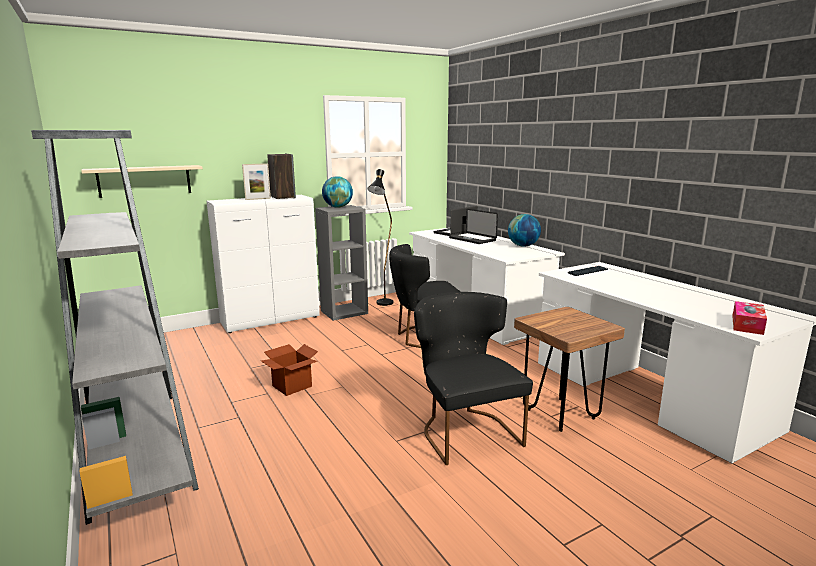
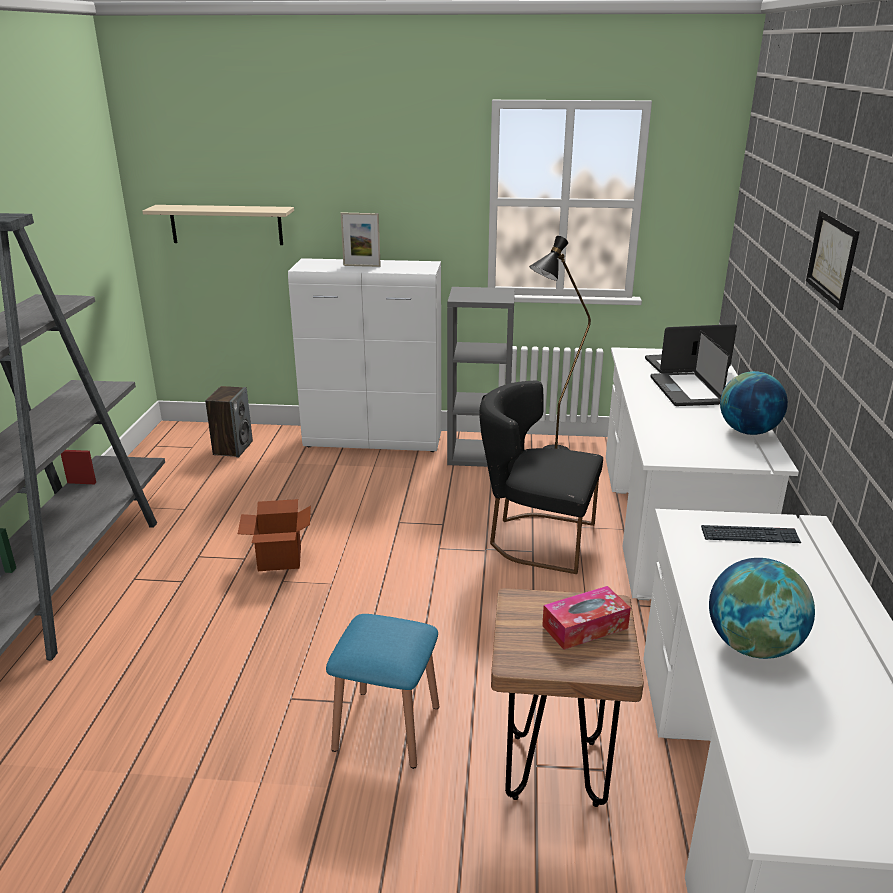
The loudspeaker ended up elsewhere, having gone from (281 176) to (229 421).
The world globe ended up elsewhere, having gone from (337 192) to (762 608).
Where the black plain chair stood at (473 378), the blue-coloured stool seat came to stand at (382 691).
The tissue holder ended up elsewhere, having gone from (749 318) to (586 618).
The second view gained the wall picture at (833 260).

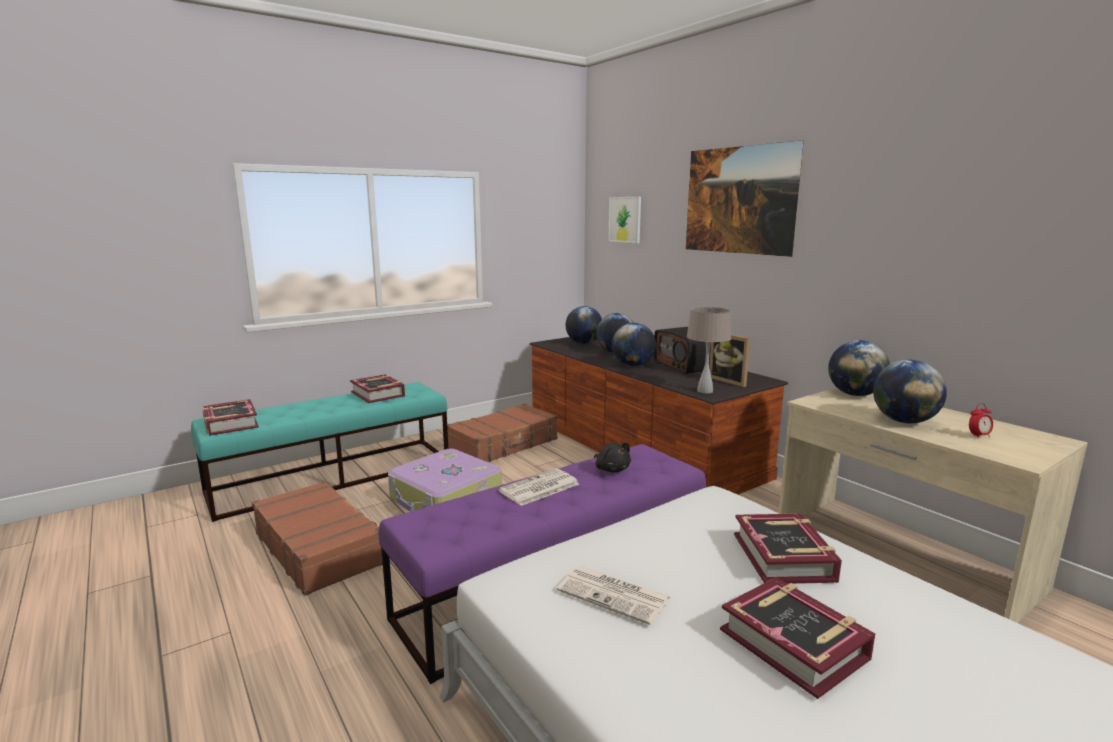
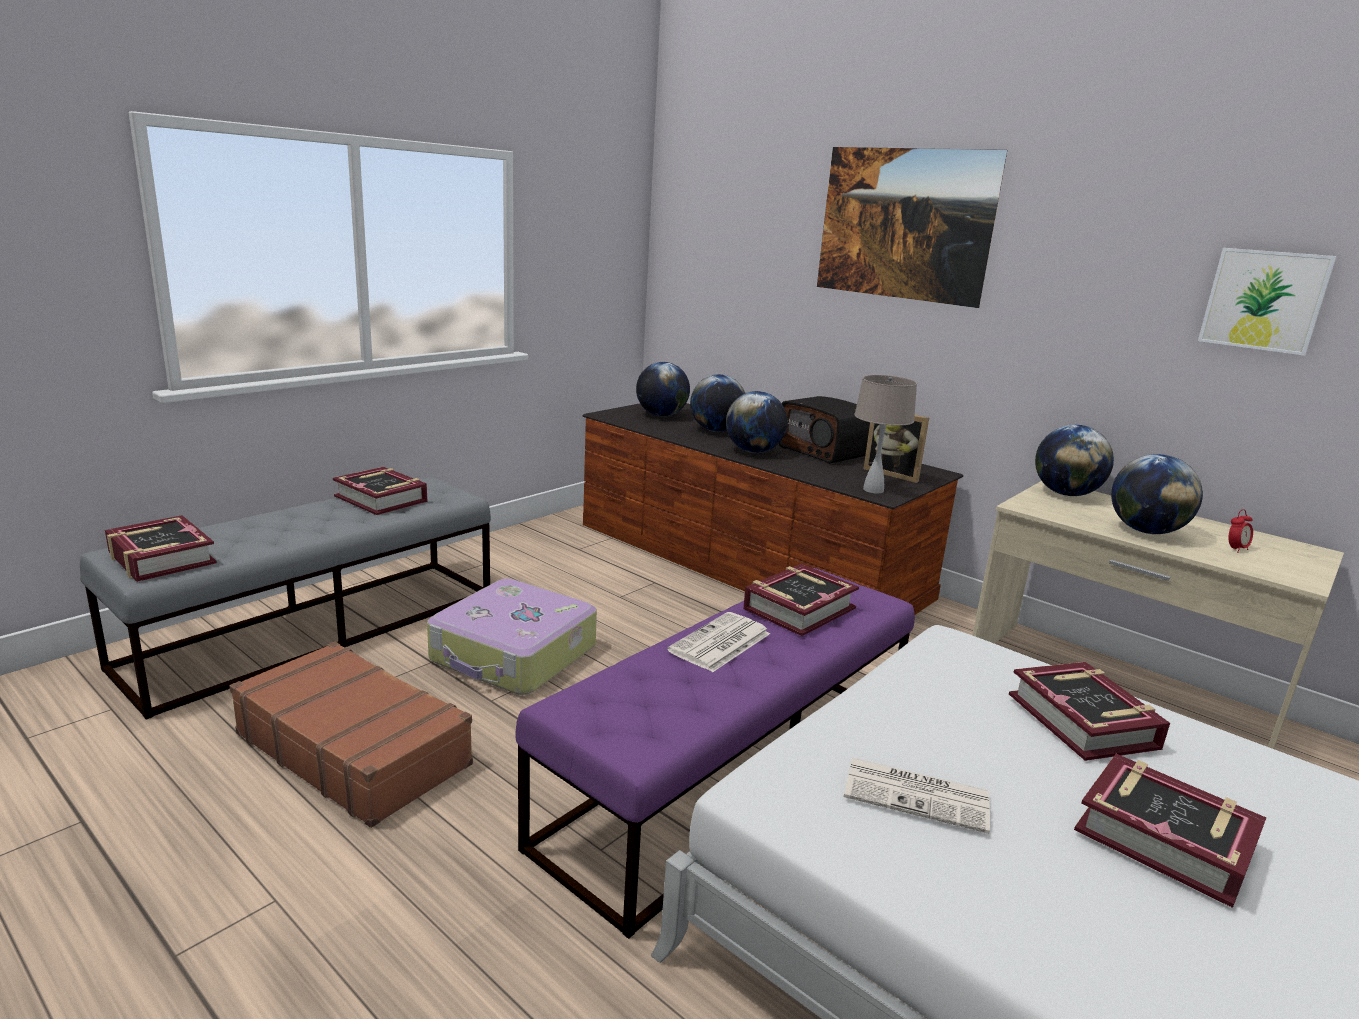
What was the blue-green indoor bench at (319 452) turned into the greyish indoor bench at (285 598).
The second view lost the brown travel case at (502 433).
Where the black cuddly toy stood at (612 457), the volume came to stand at (801 600).
The wall picture ended up elsewhere, having gone from (624 220) to (1267 302).

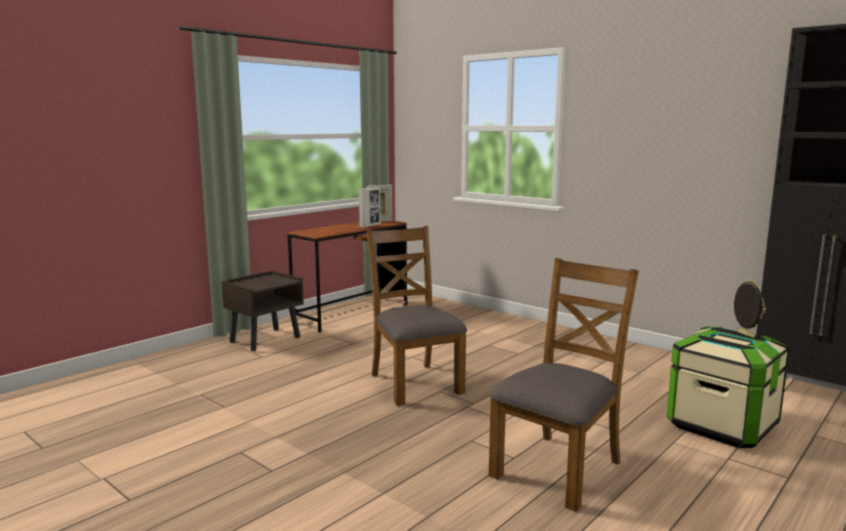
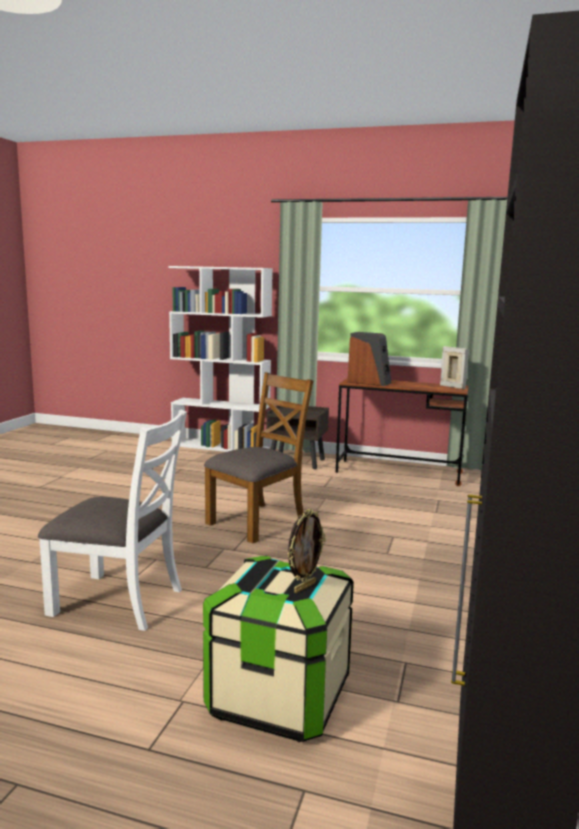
The second view lost the standing frame at (370 207).
What was the brown plain chair at (564 385) turned into the whitish plain chair at (112 520).
The second view gained the whitish bookcase at (220 359).
The second view gained the loudspeaker at (370 359).

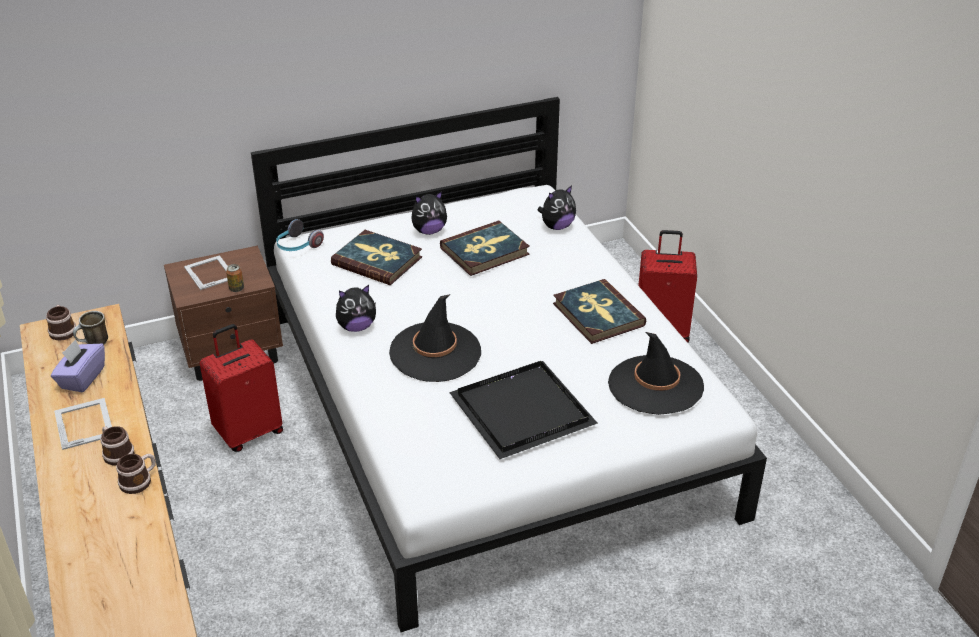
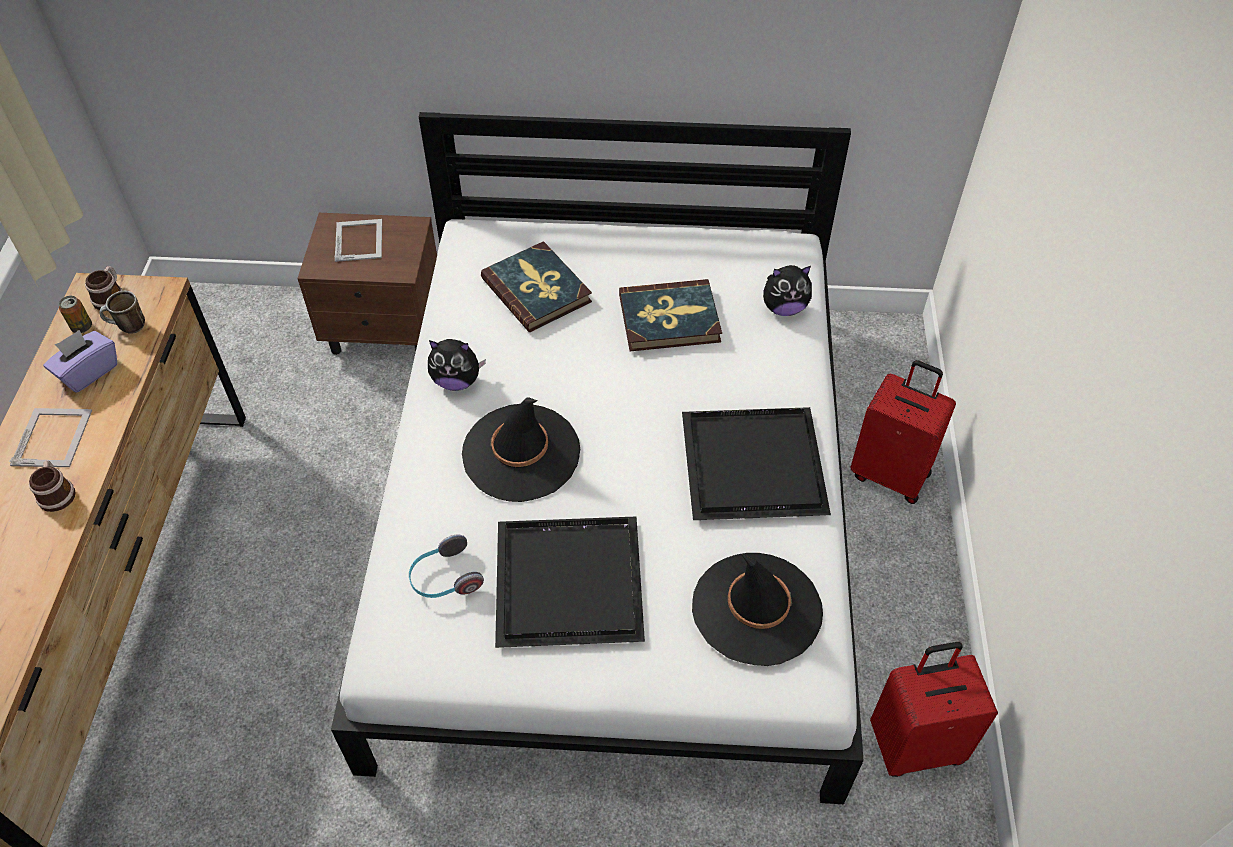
The second view lost the mug at (136 474).
The reddish travel case ended up elsewhere, having gone from (241 388) to (934 709).
The metal can ended up elsewhere, having gone from (235 278) to (75 314).
The pair of headphones ended up elsewhere, having gone from (300 235) to (446 566).
The second view lost the cuddly toy at (429 213).
Where the volume stood at (599 311), the black tray came to stand at (756 463).

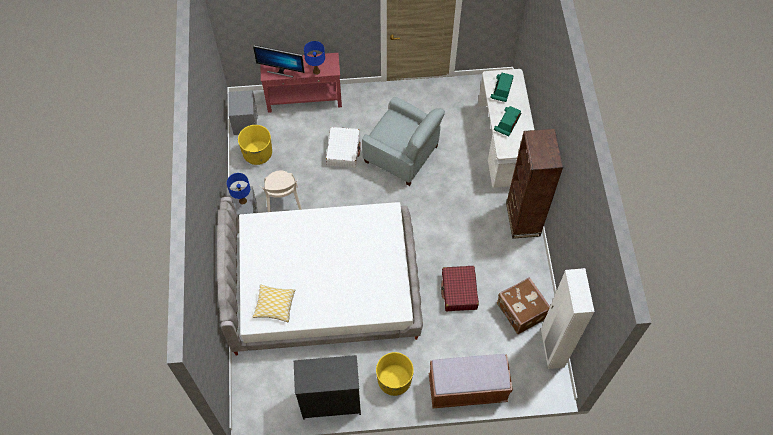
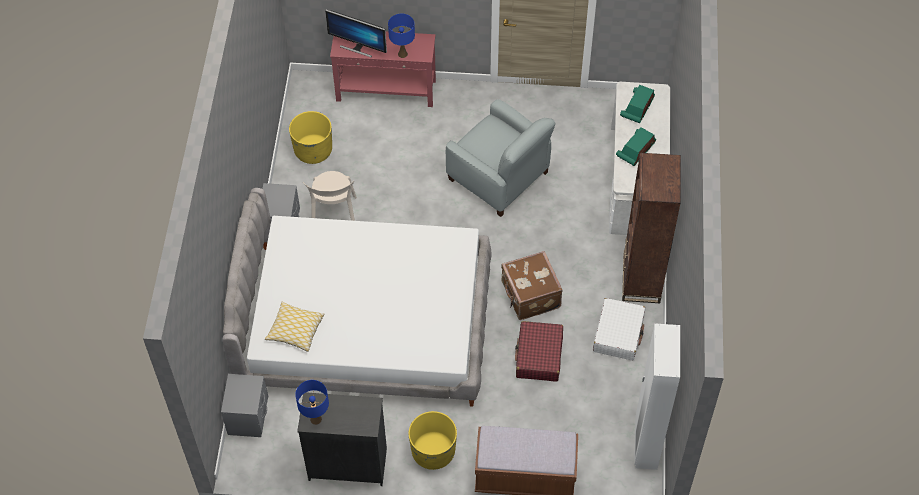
The blue-coloured lamp for a table ended up elsewhere, having gone from (238 188) to (312 402).
The greyish nightstand ended up elsewhere, having gone from (243 112) to (244 405).
The whitish travel case ended up elsewhere, having gone from (343 147) to (619 329).
The brown travel case ended up elsewhere, having gone from (523 305) to (532 285).

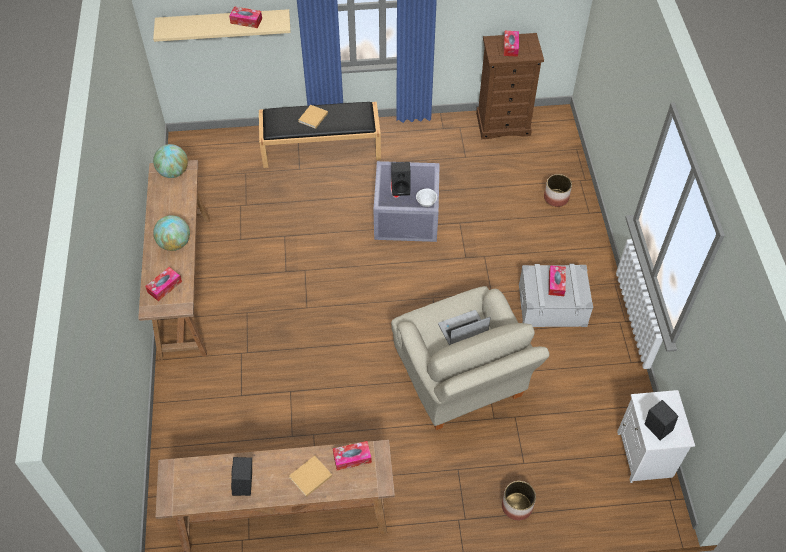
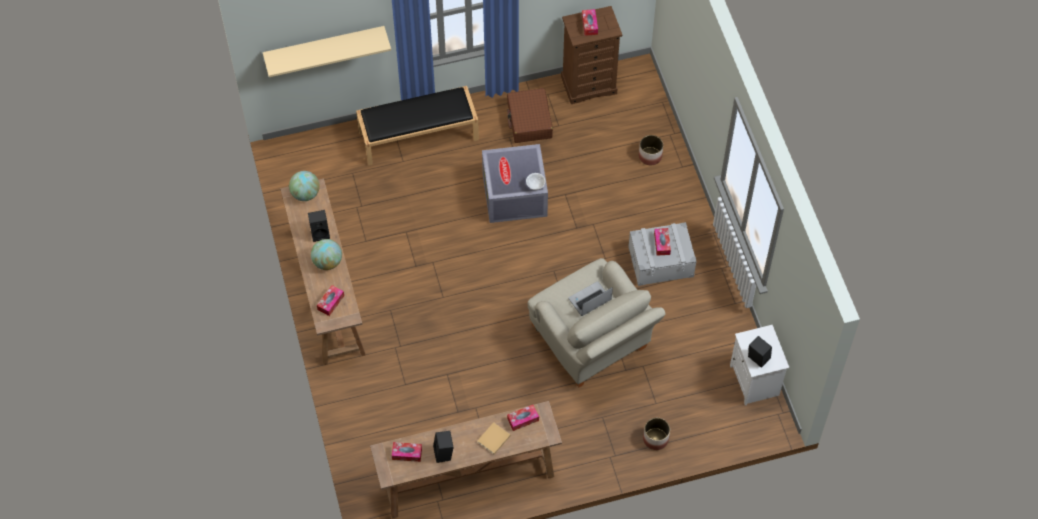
The tissue holder ended up elsewhere, having gone from (245 17) to (407 452).
The second view lost the beige-coloured volume at (313 117).
The black loudspeaker ended up elsewhere, having gone from (401 179) to (319 226).
The second view gained the brown travel case at (530 115).

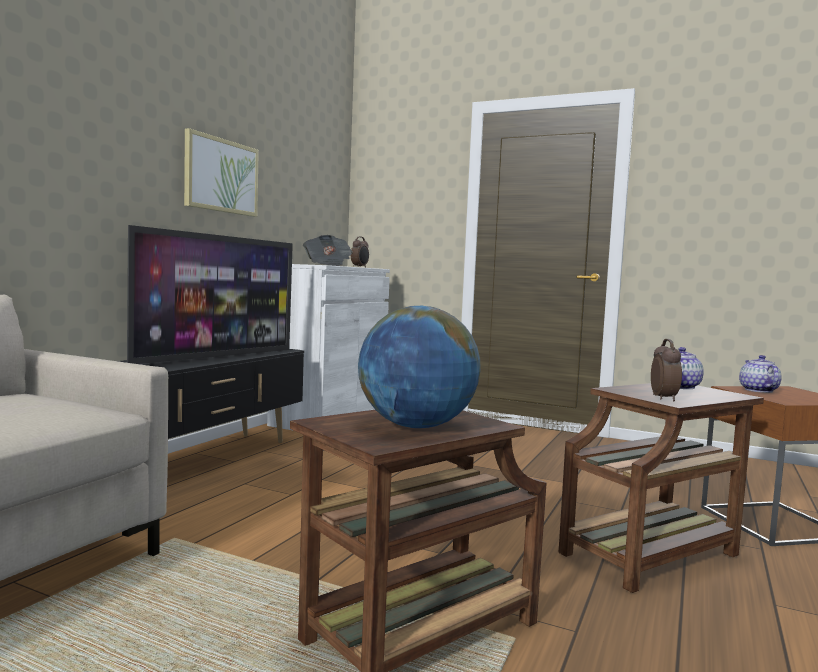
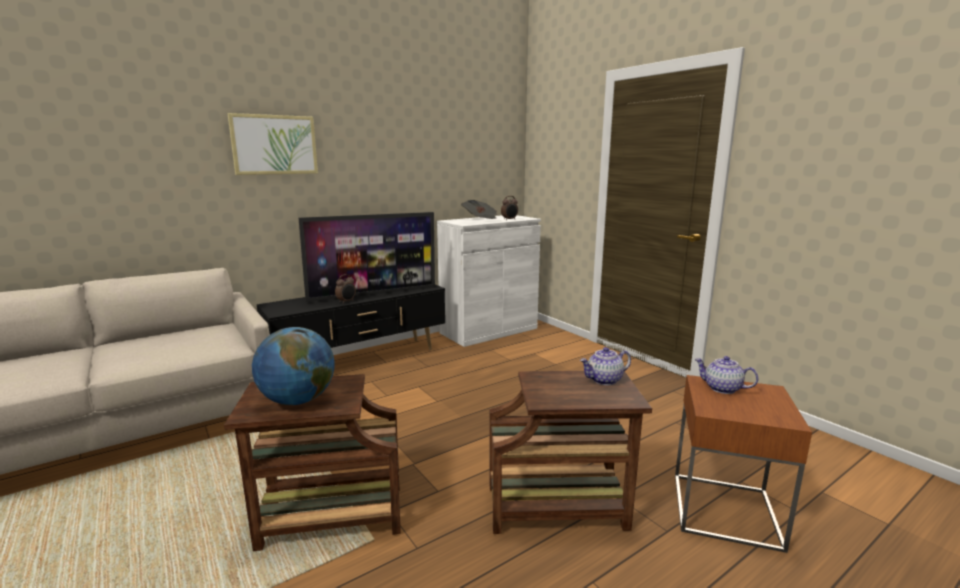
The wall picture ended up elsewhere, having gone from (221 172) to (272 144).
The table clock ended up elsewhere, having gone from (666 370) to (345 288).
The pot for tea at (760 374) ended up facing another way, 90 degrees counterclockwise from before.

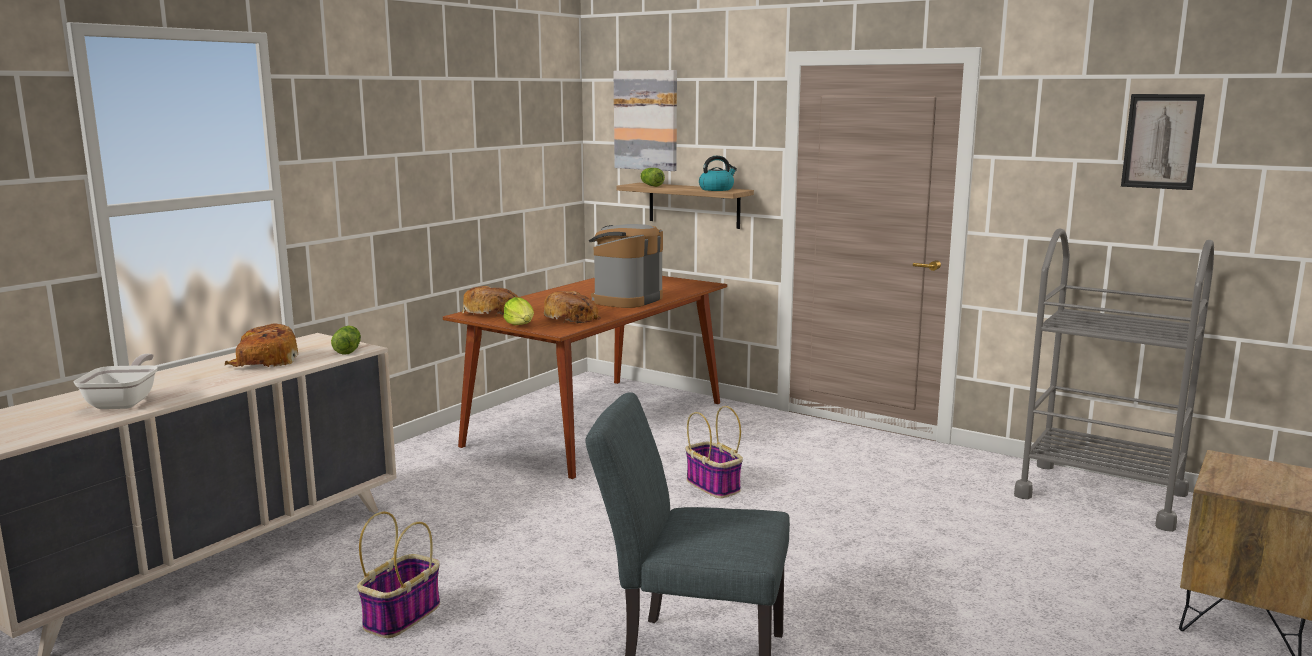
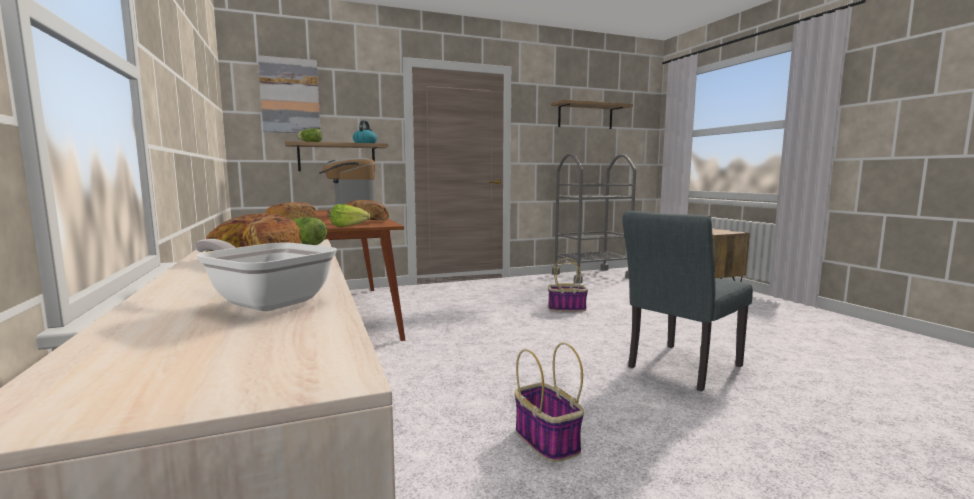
The household basket ended up elsewhere, having gone from (714 452) to (568 285).
Where the wall picture hung at (1163 142), the wall shelf came to hang at (592 114).

